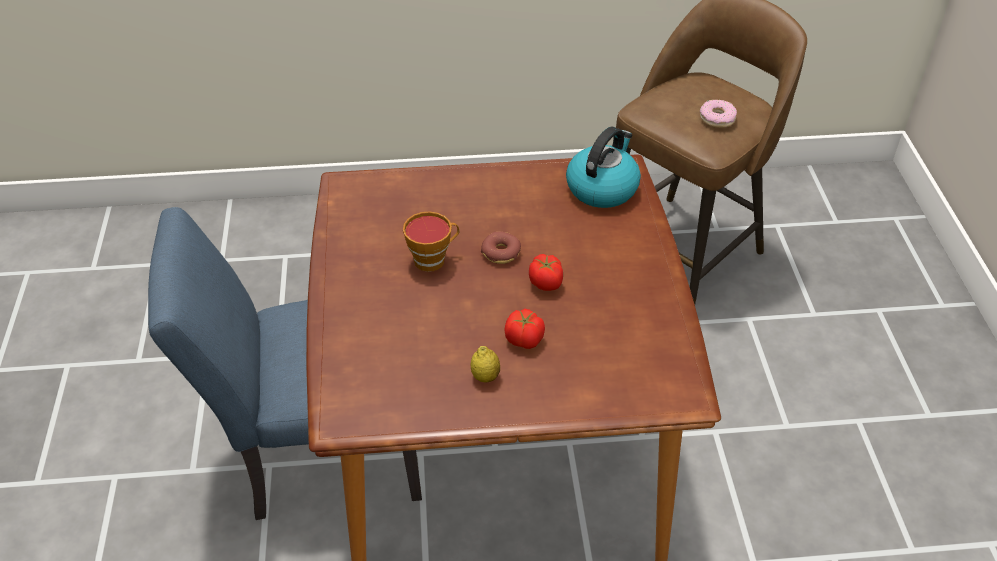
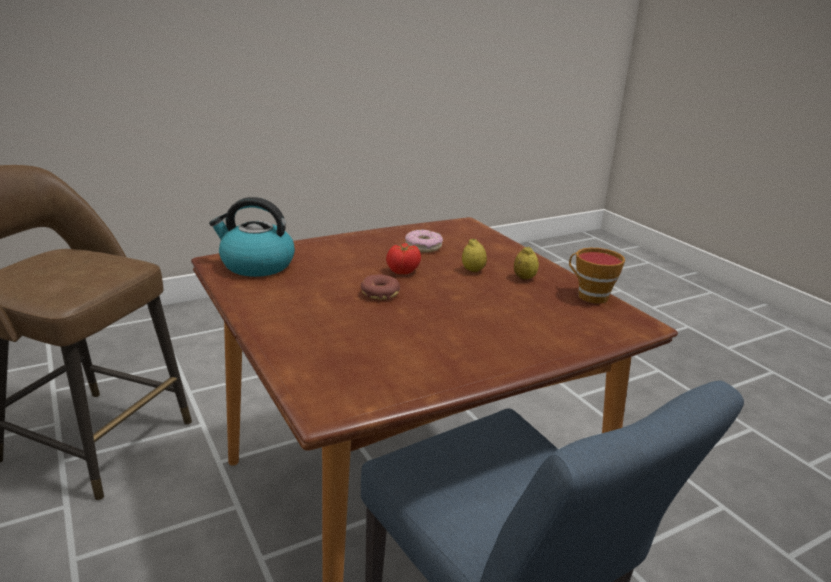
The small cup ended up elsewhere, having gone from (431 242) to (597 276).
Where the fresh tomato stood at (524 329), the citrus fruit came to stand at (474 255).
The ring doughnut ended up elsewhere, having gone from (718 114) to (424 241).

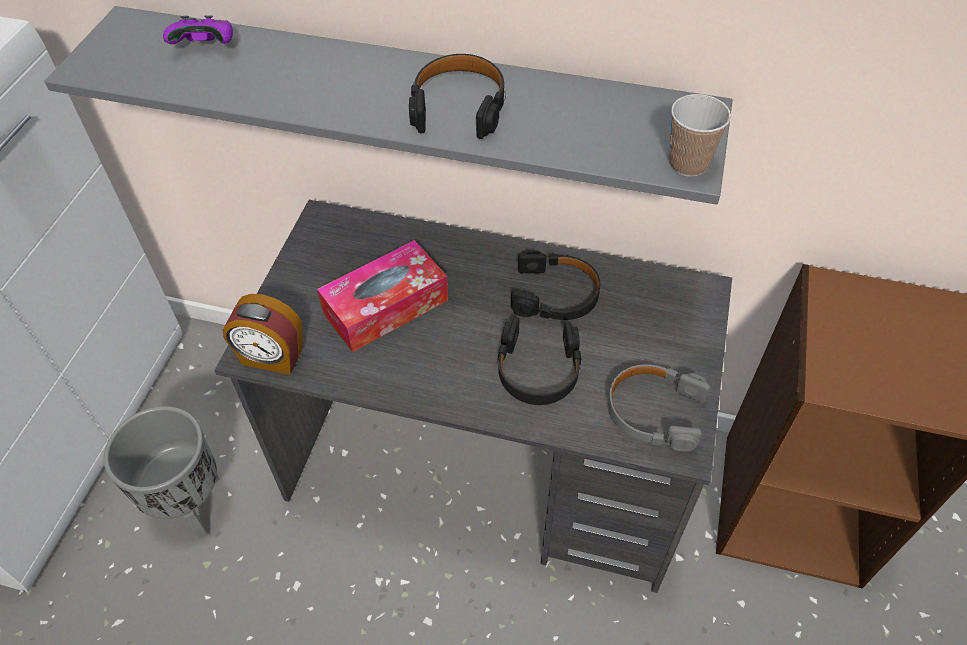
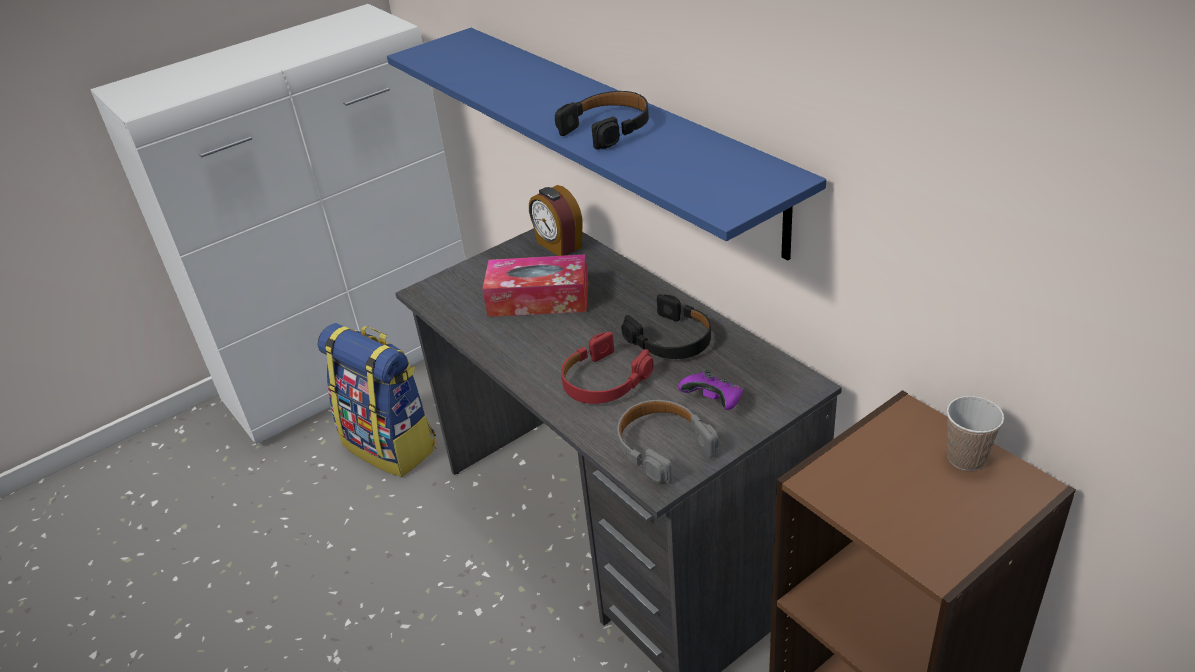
What was the greyish wall shelf at (388 105) turned into the blue-coloured wall shelf at (606 144).
Where the greyish plant pot stood at (161 472), the backpack came to stand at (377 400).
The purple joypad ended up elsewhere, having gone from (198 29) to (710 389).
The table clock ended up elsewhere, having gone from (263 334) to (556 220).
What was the black pair of headphones at (539 361) turned into the reddish pair of headphones at (607 368).
The small cup ended up elsewhere, having gone from (700 135) to (975 433).

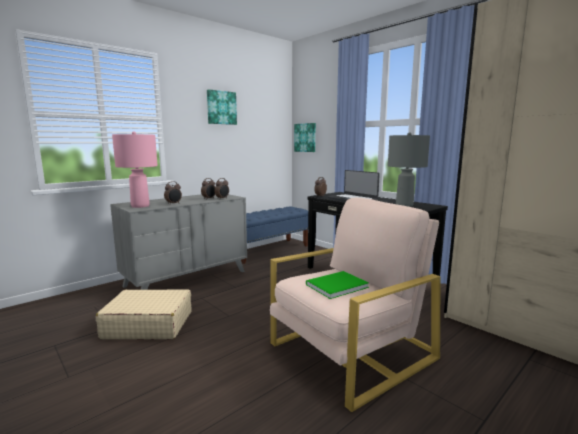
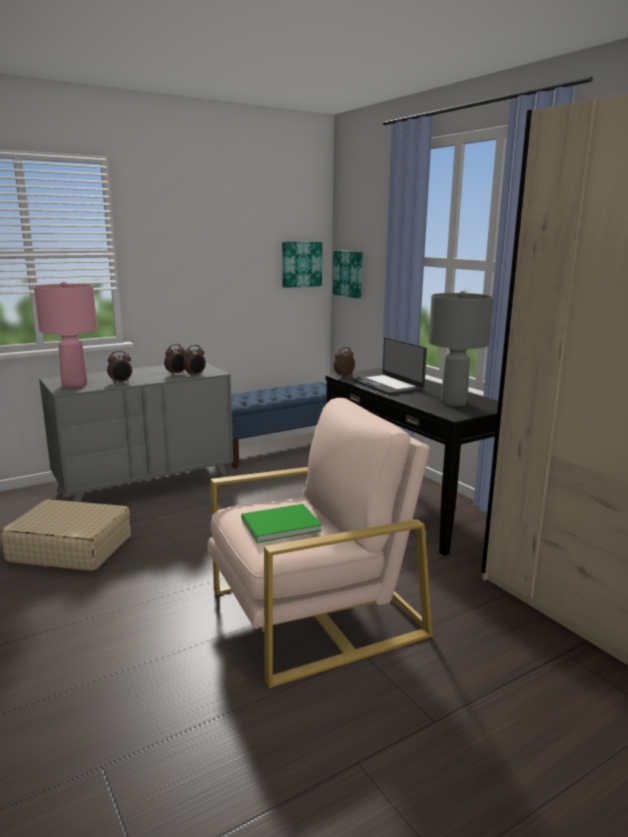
The wall picture ended up elsewhere, having gone from (222 107) to (302 265).

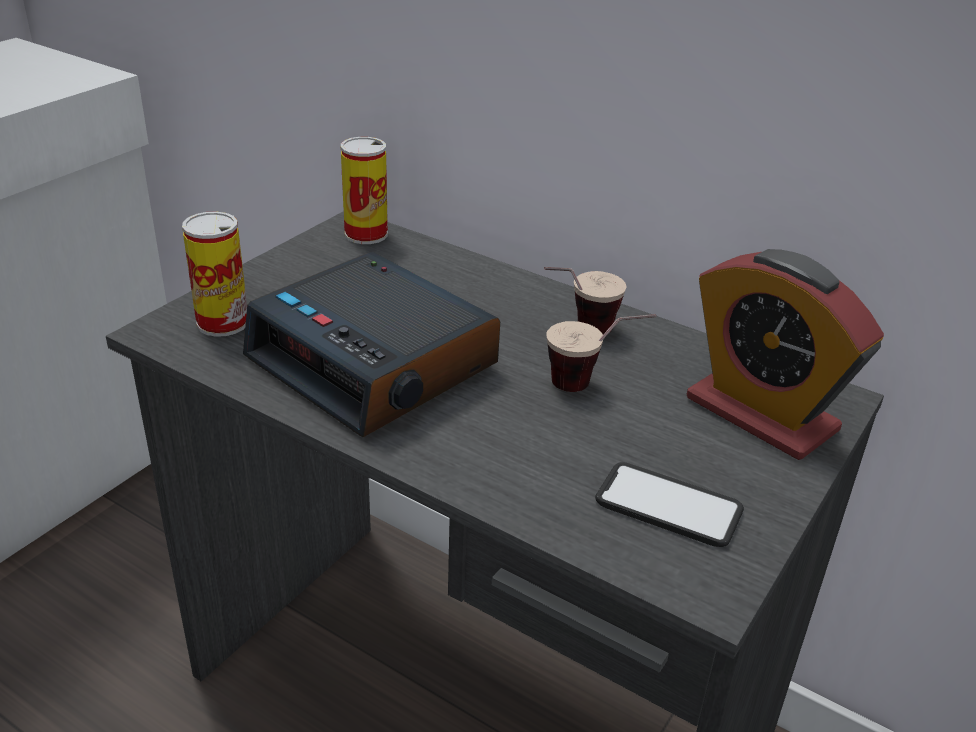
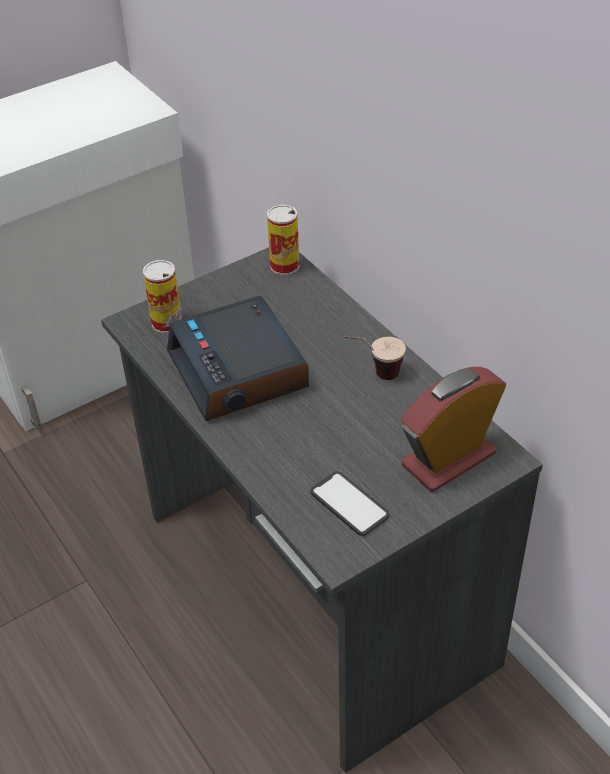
The second view lost the small cup at (601 353).
The table clock at (785 354) ended up facing another way, 75 degrees clockwise from before.

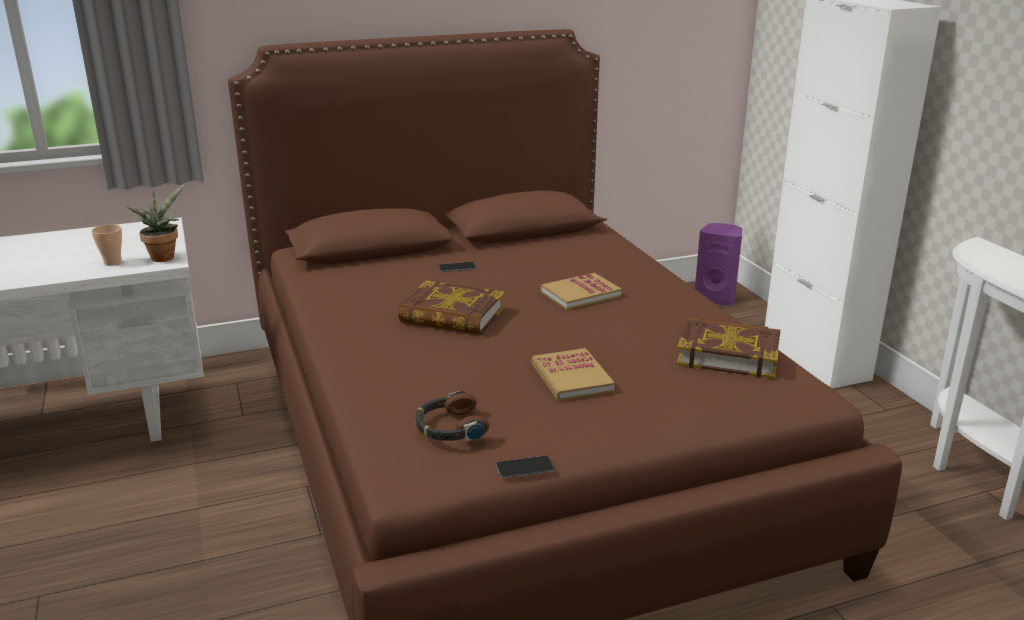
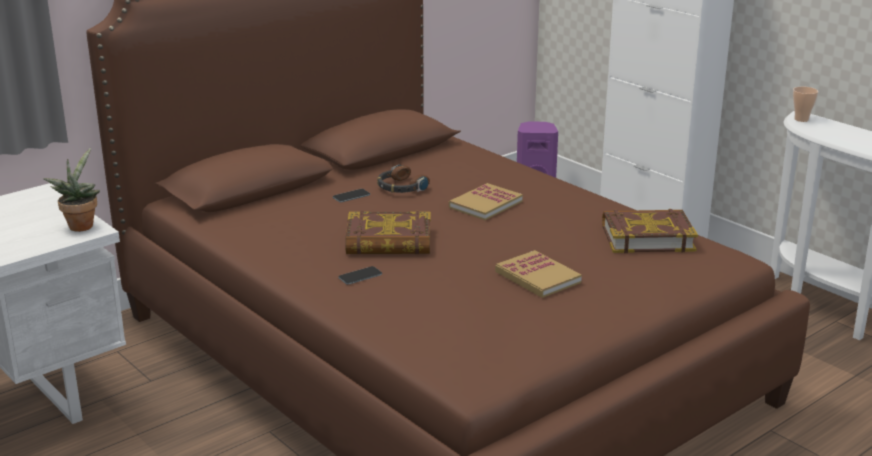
The small cup ended up elsewhere, having gone from (106 245) to (805 104).
The pair of headphones ended up elsewhere, having gone from (452 415) to (403 179).
The handset ended up elsewhere, having gone from (525 467) to (360 275).

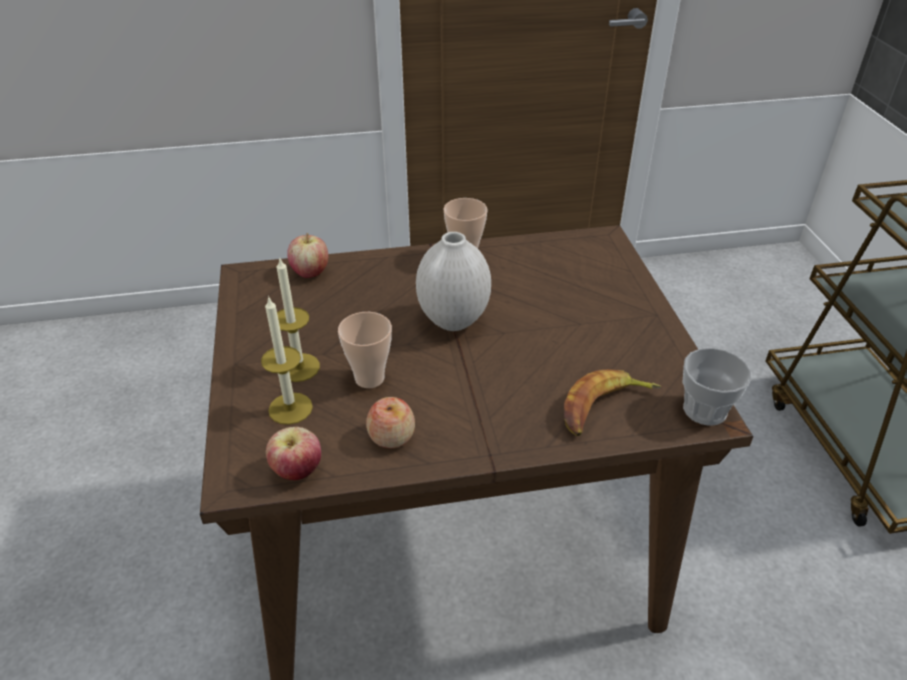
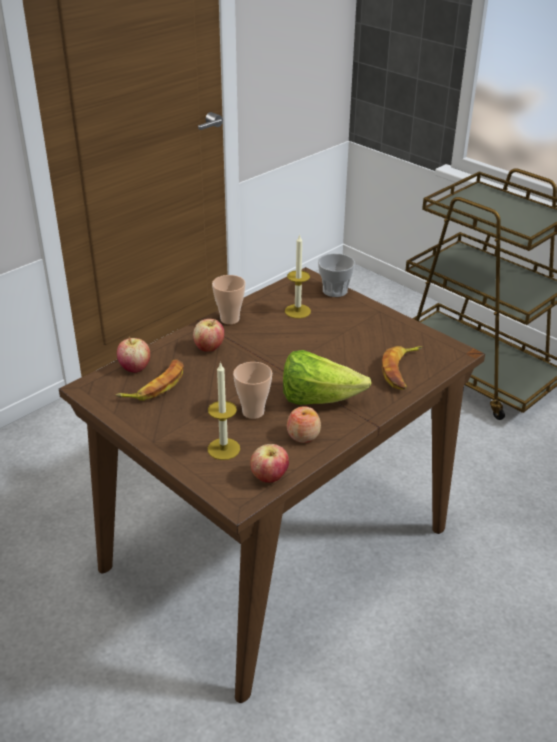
The candle ended up elsewhere, having gone from (298 320) to (298 276).
The second view lost the whitish flower vase at (453 281).
The small cup ended up elsewhere, having gone from (716 387) to (336 275).
The second view gained the banana fruit at (150 380).
The second view gained the apple at (208 335).
The second view gained the head of lettuce at (327 377).

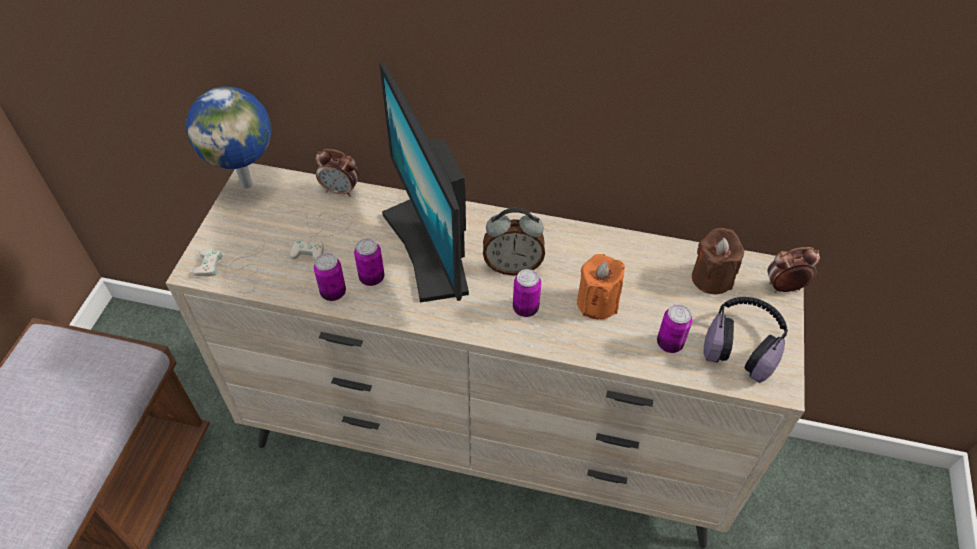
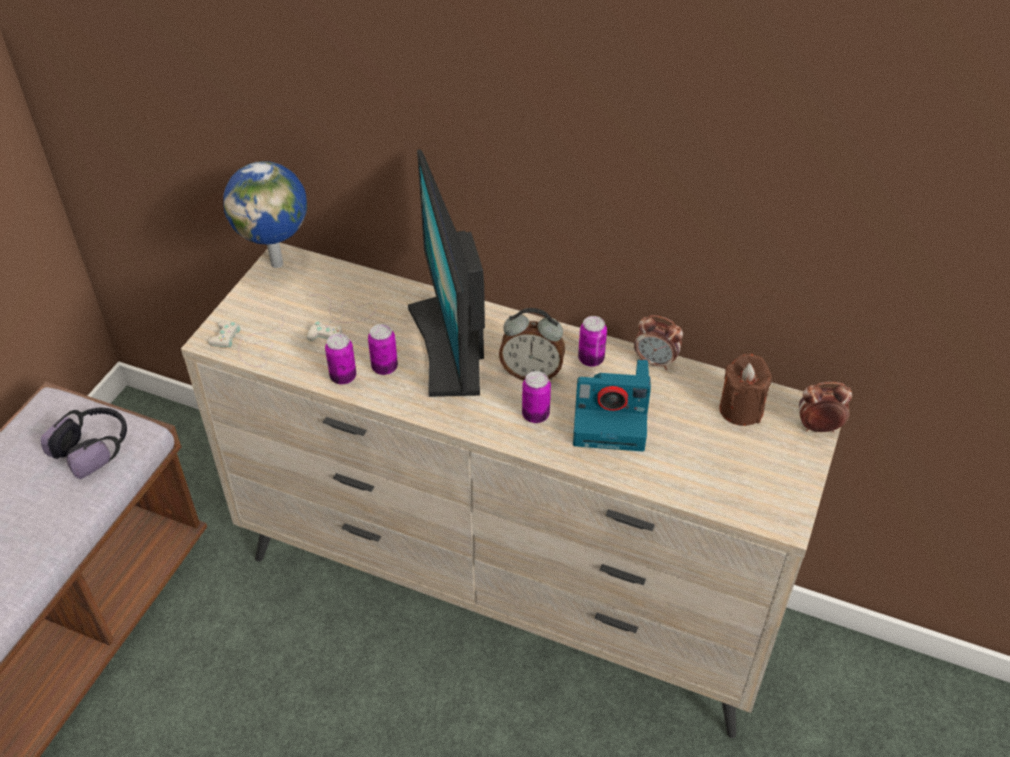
The table clock ended up elsewhere, having gone from (337 173) to (658 342).
Where the orange candle stood at (601 286), the photo camera came to stand at (612 405).
The metal can ended up elsewhere, having gone from (674 328) to (592 341).
The pair of headphones ended up elsewhere, having gone from (746 340) to (84 443).

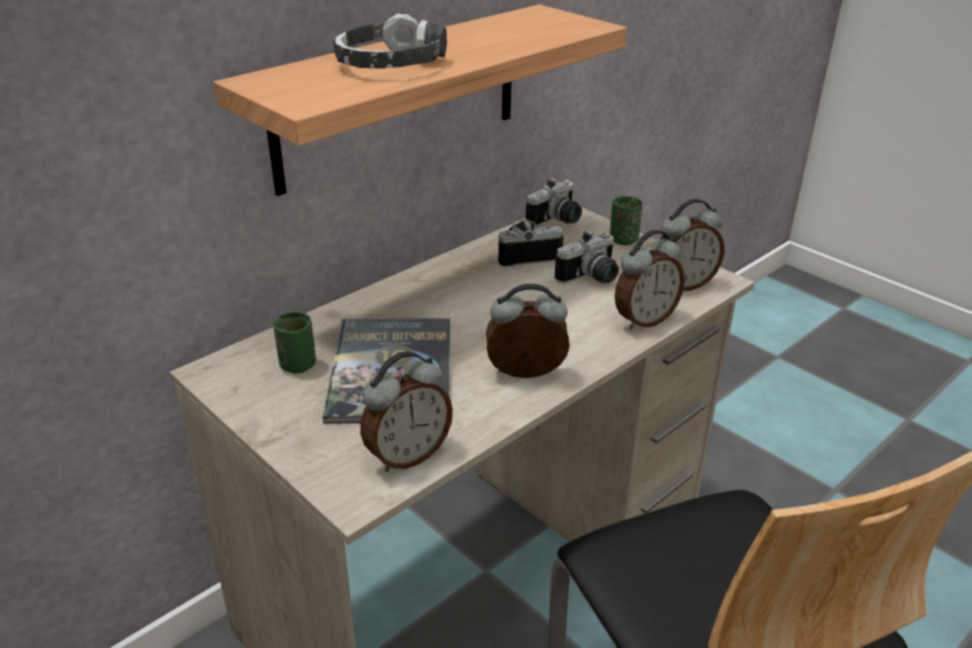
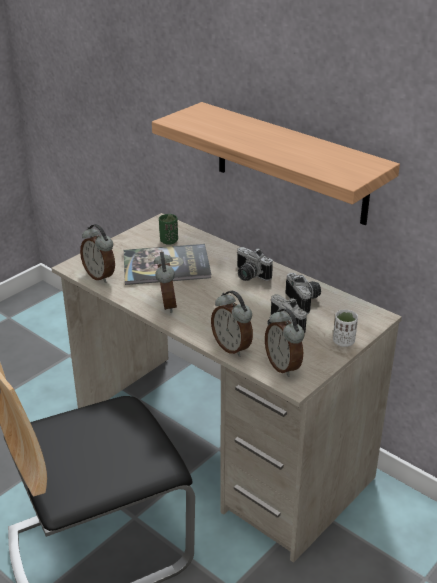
The second view lost the pair of headphones at (390 41).
The photo camera ended up elsewhere, having gone from (554 202) to (255 264).
What was the green-coloured small cup at (626 220) turned into the whitish small cup at (345 328).

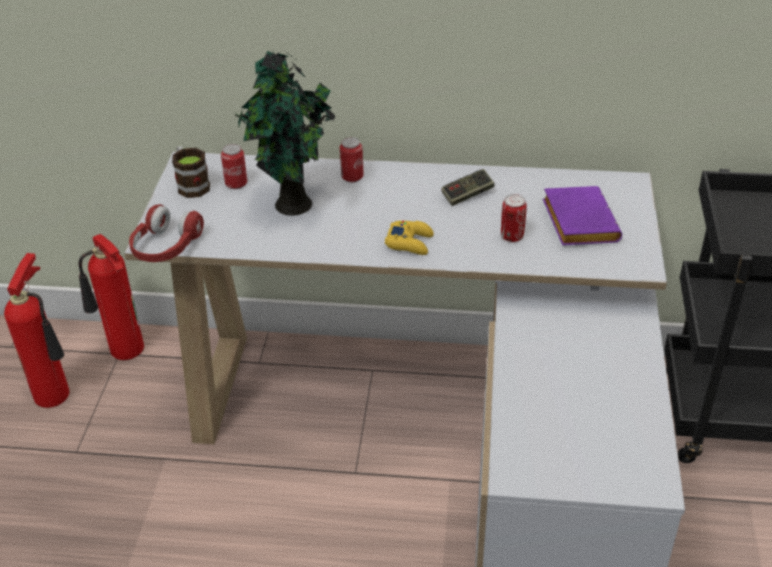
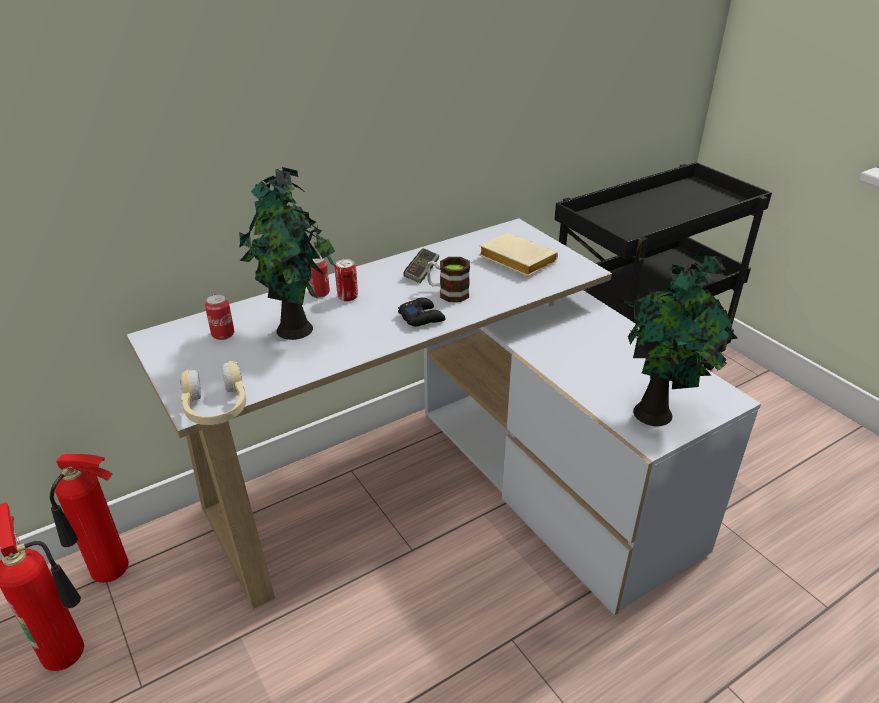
What was the reddish pair of headphones at (166 233) turned into the beige-coloured pair of headphones at (213 393).
The mug ended up elsewhere, having gone from (191 172) to (448 279).
What was the yellowish joypad at (409 238) turned into the black joypad at (422 312).
The metal can ended up elsewhere, having gone from (514 218) to (346 280).
What was the purple volume at (582 215) turned into the beige-coloured volume at (518 254).
The second view gained the plant in a pot at (677 339).

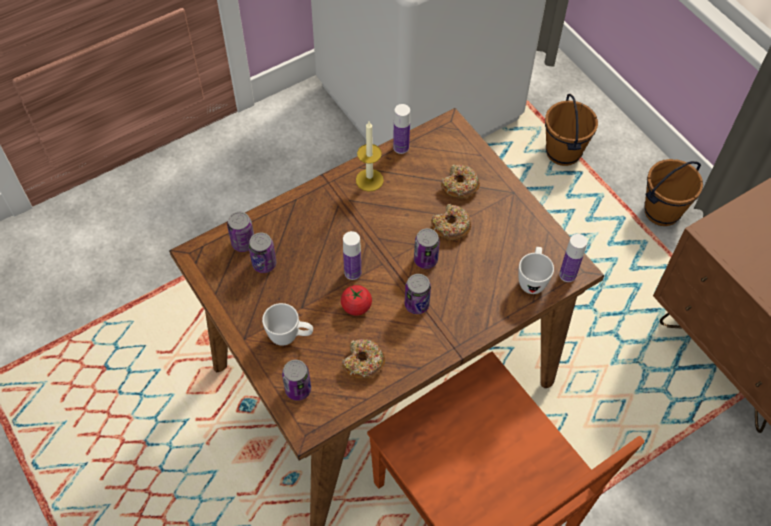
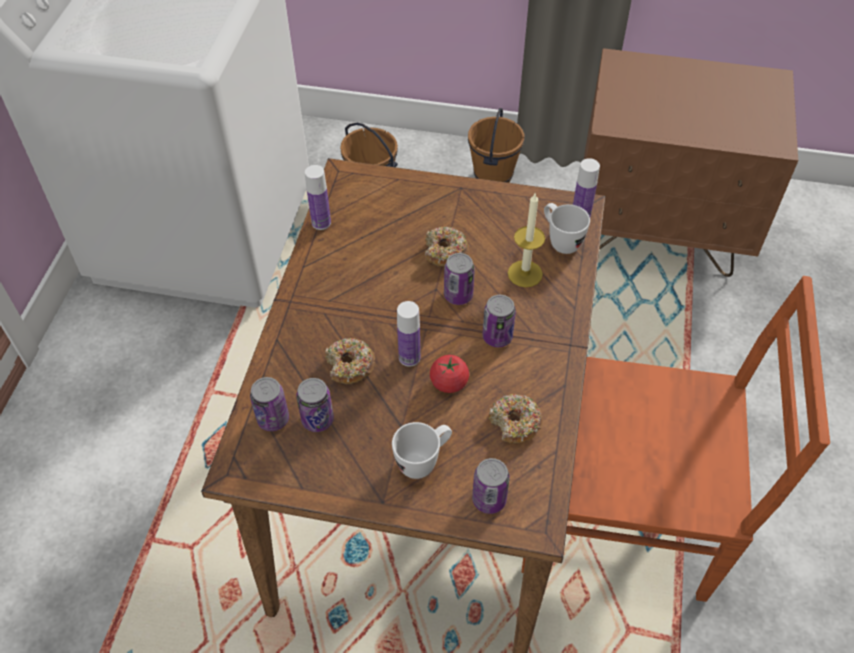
The candle ended up elsewhere, having gone from (370 157) to (526 239).
The ring doughnut ended up elsewhere, having gone from (460 181) to (350 361).

